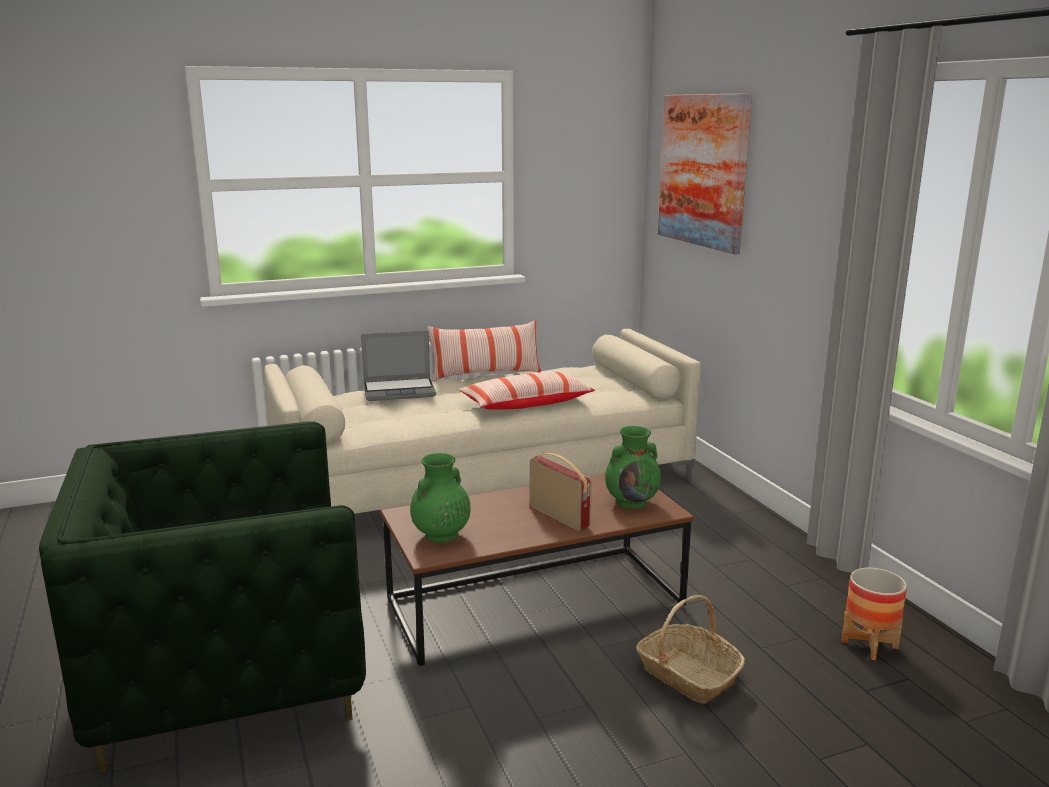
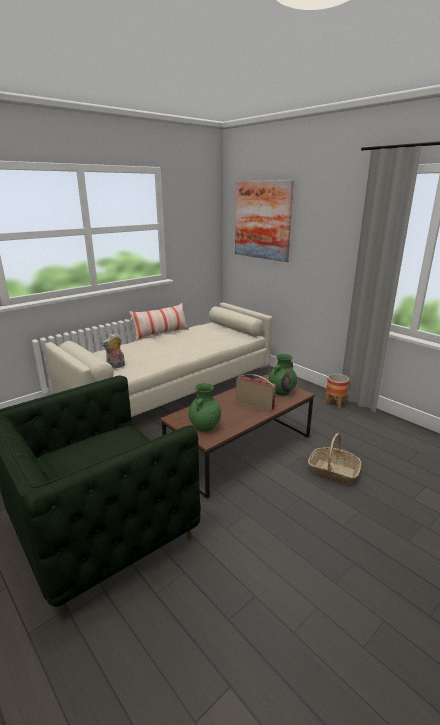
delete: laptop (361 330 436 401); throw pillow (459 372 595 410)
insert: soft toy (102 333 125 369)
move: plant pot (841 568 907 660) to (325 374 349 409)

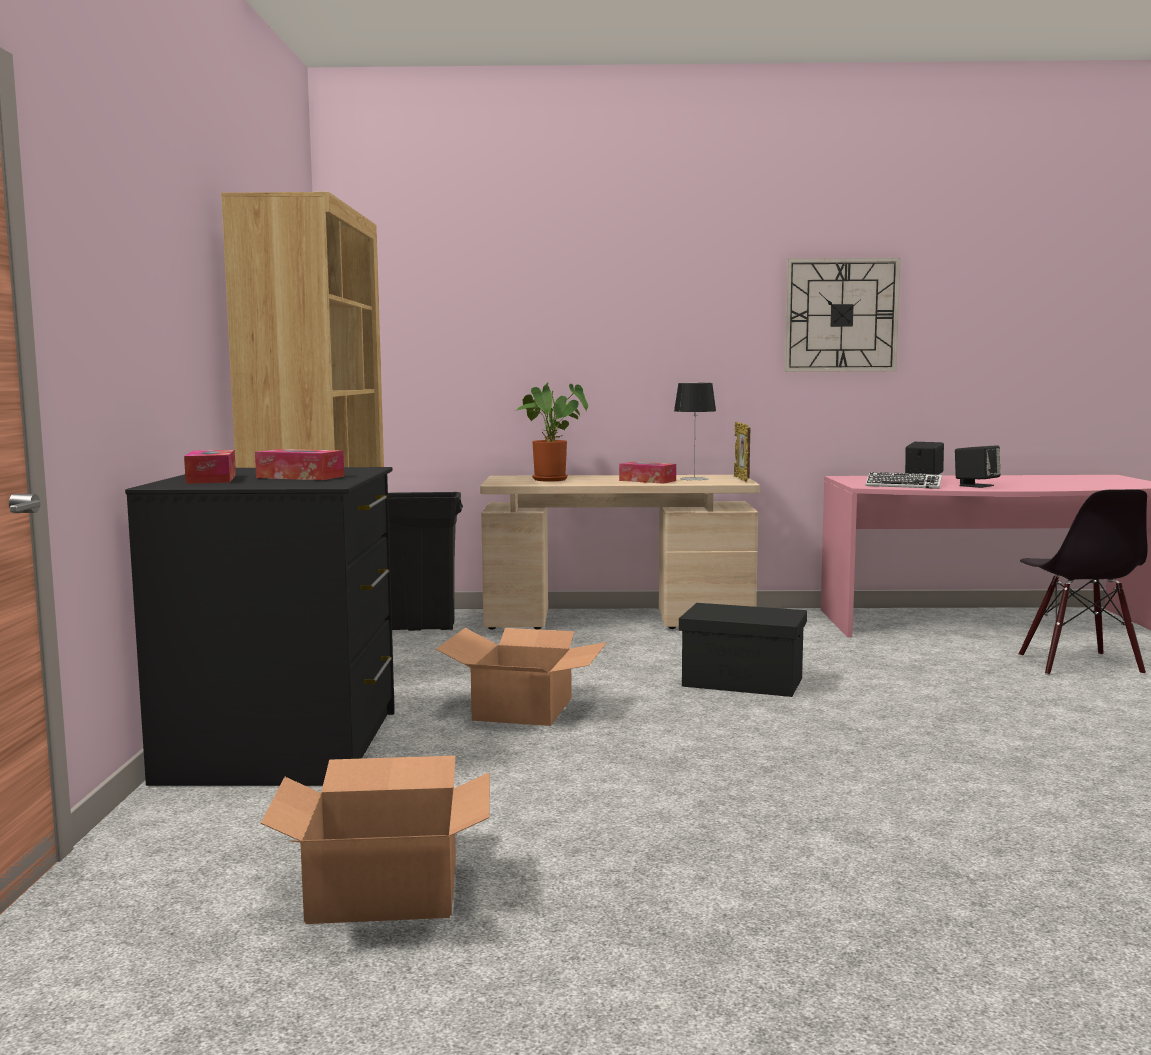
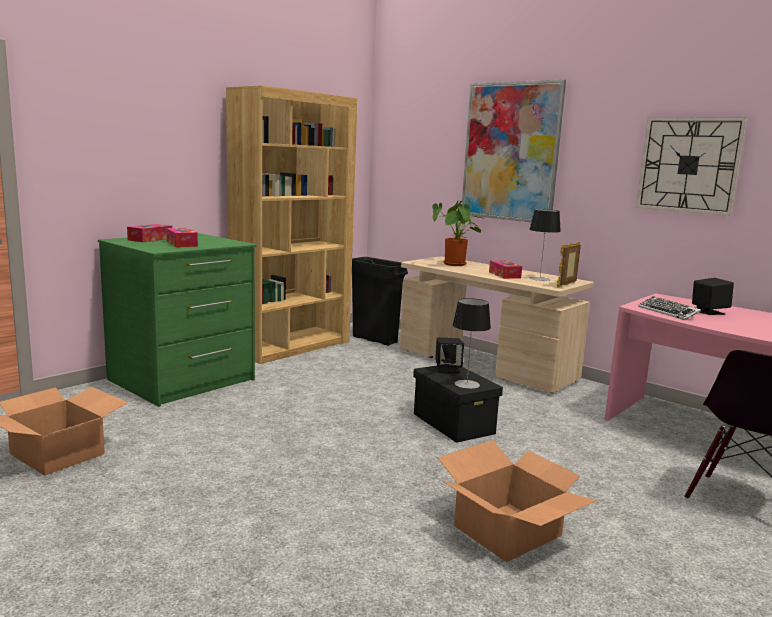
insert: wall art (462 80 566 222); tabletop lamp (453 298 491 389)
move: black speaker (955 445 1000 488) to (435 338 464 373); carton (436 628 607 726) to (438 440 597 562)
recolor: black dresser (125 467 395 786) to green dresser (98 233 257 407)

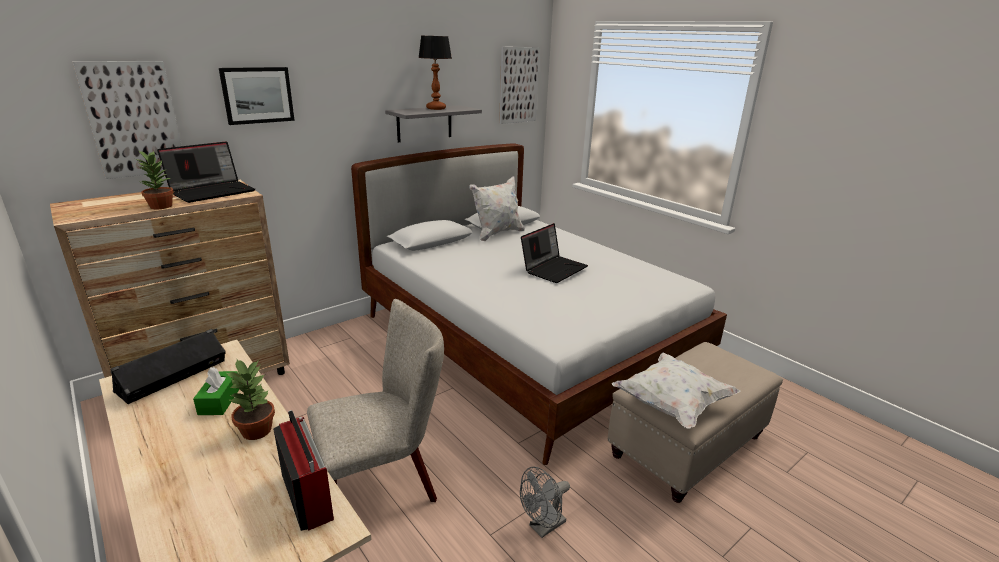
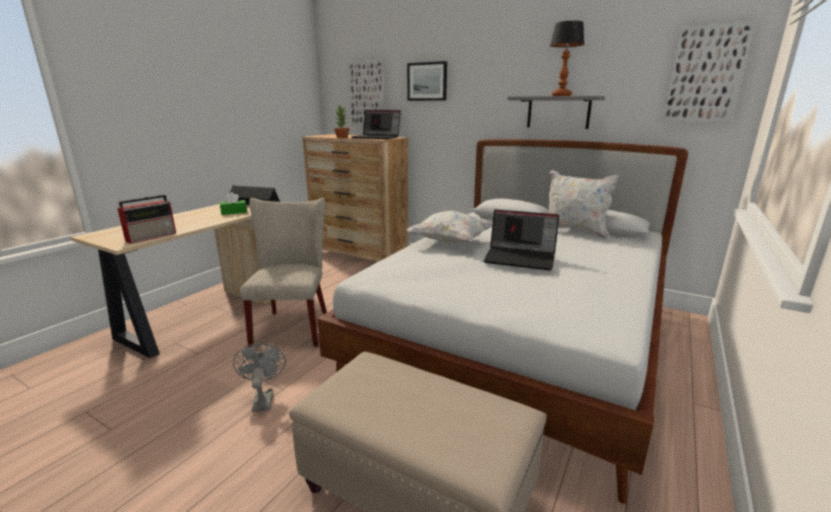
delete: plant in a pot (225 358 275 440)
move: white-coloured throw pillow (612 353 741 429) to (406 211 493 244)
rotate: sand-coloured plain chair (307 299 444 502) = (240 198 327 348) 135 degrees counterclockwise; grey electric fan (520 467 570 538) = (233 343 286 412) 45 degrees clockwise

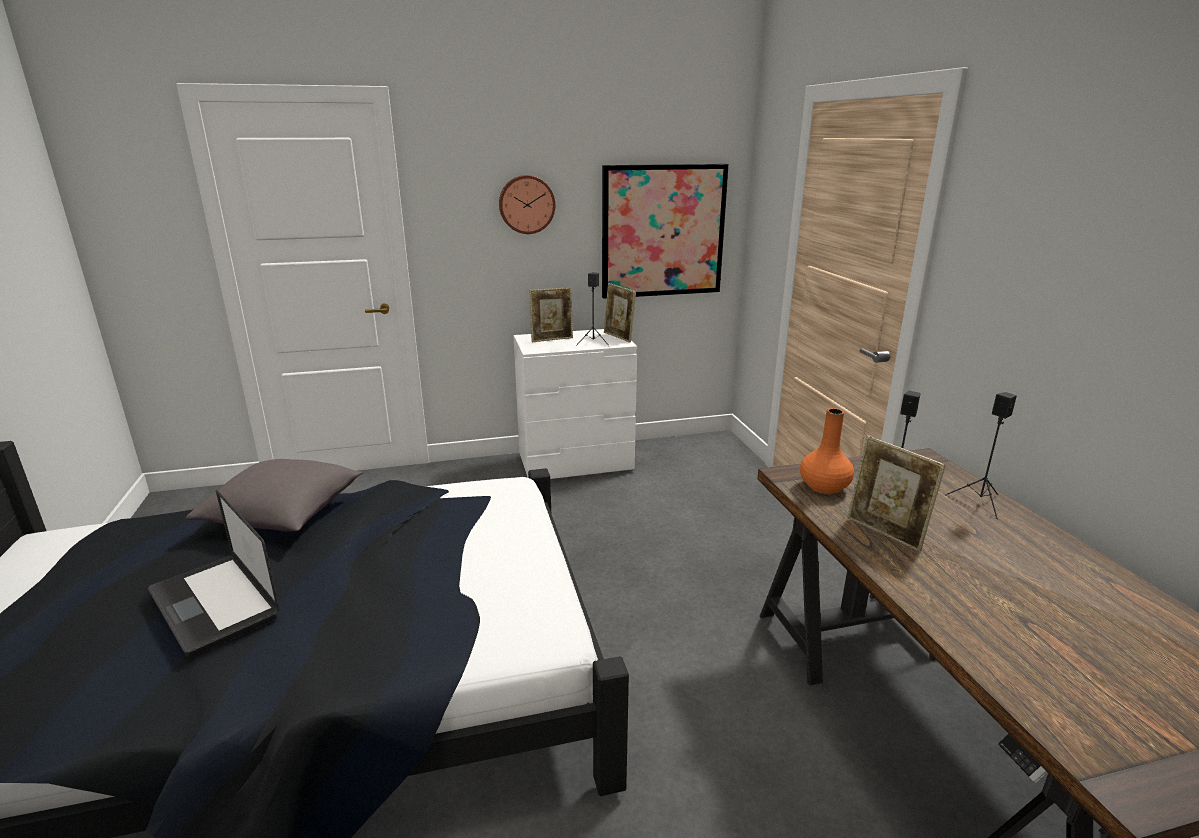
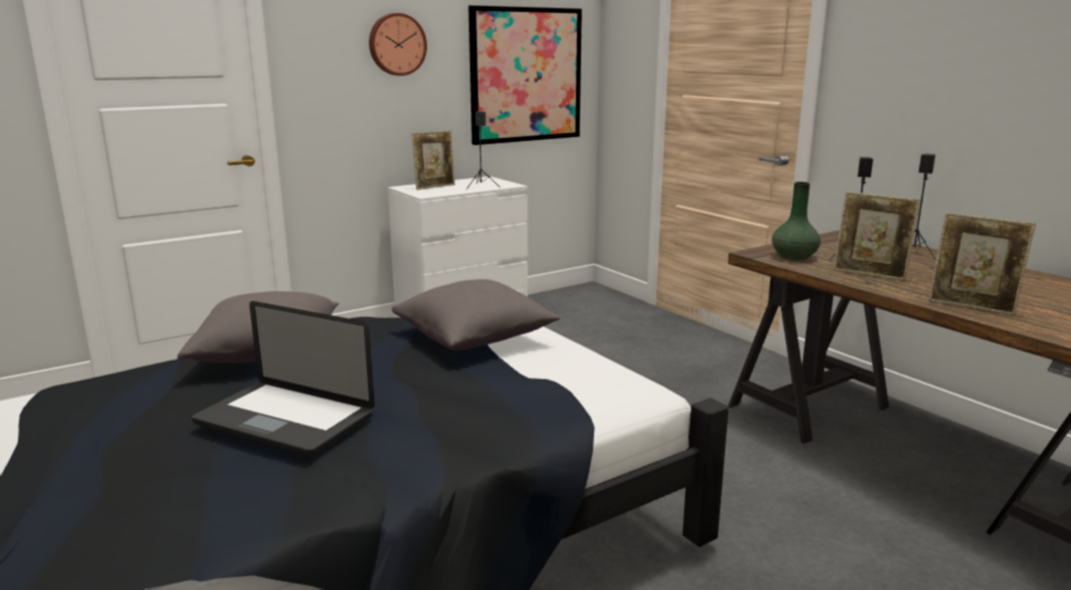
insert: grey throw pillow (392 279 560 350)
move: standing frame (604 283 636 343) to (928 212 1036 316)
recolor: orange-coloured flower vase (800 408 854 494) to green flower vase (772 182 821 260)

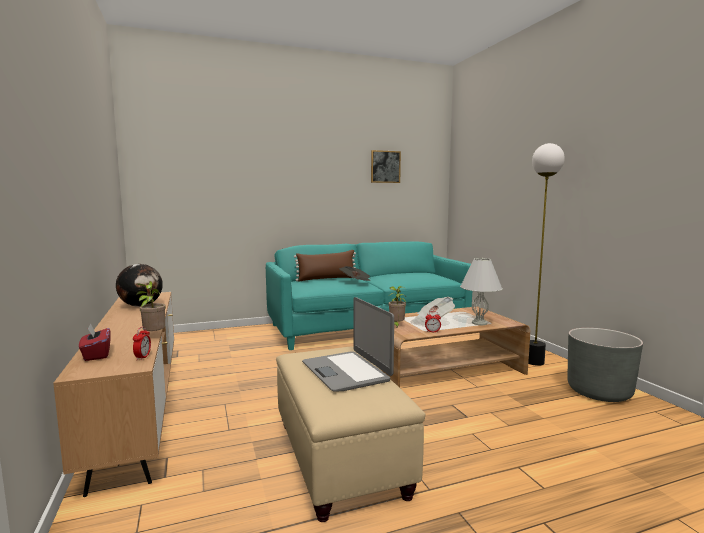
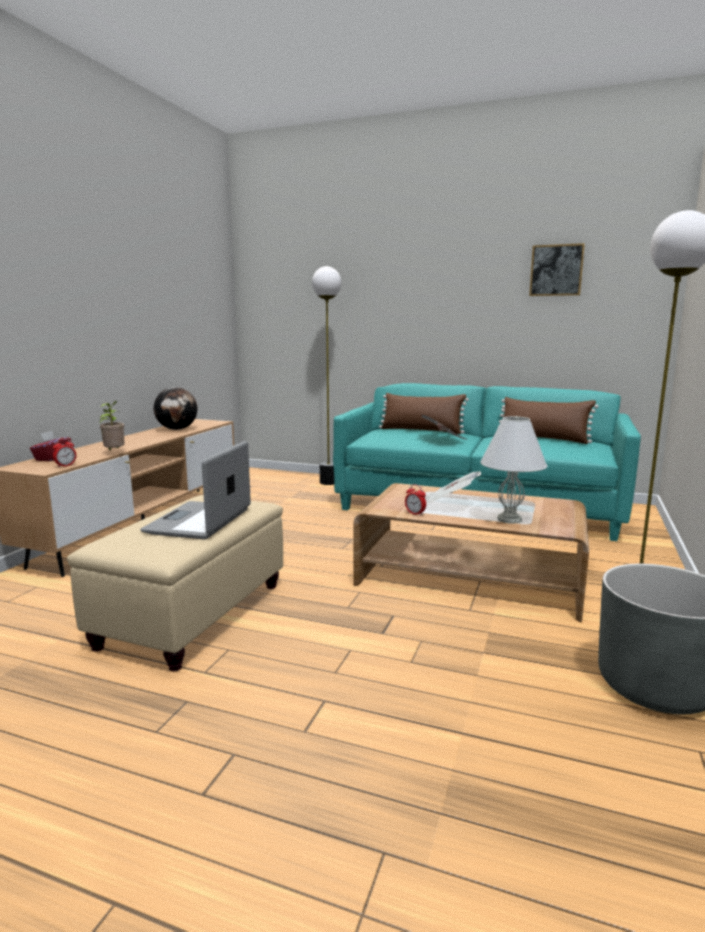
delete: plant in a pot (388 286 406 329)
insert: floor lamp (312 266 341 485); brown-coloured throw pillow (499 397 599 444)

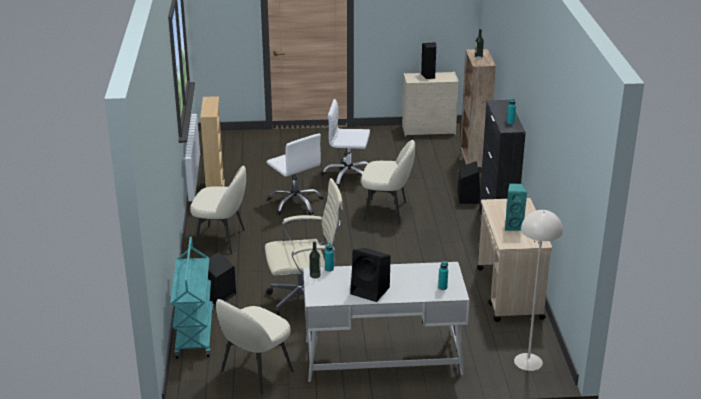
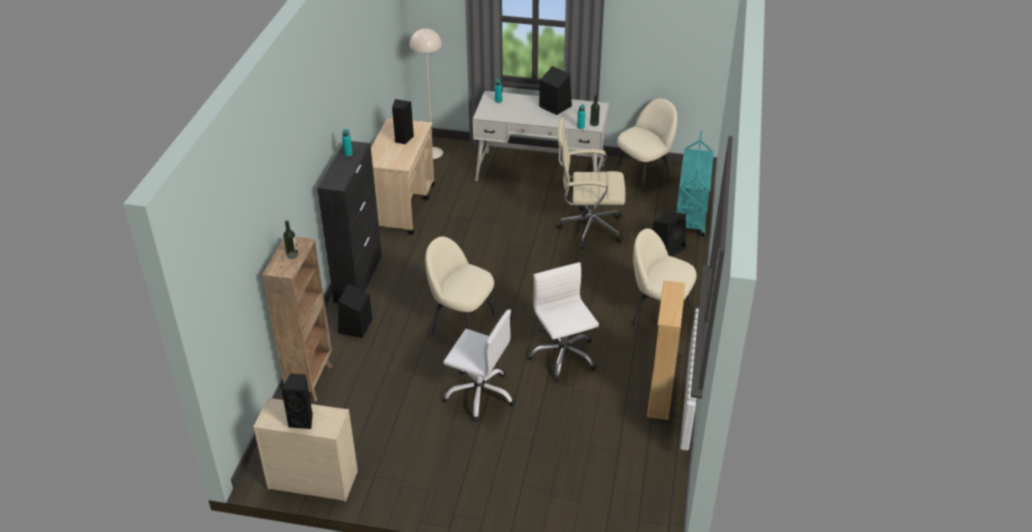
recolor: blue-green speaker (505 183 527 231) to black speaker (392 99 414 144)

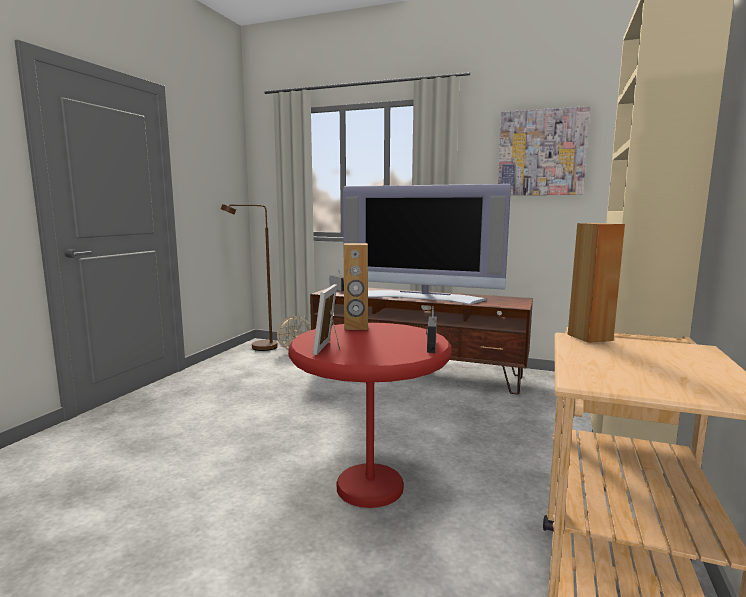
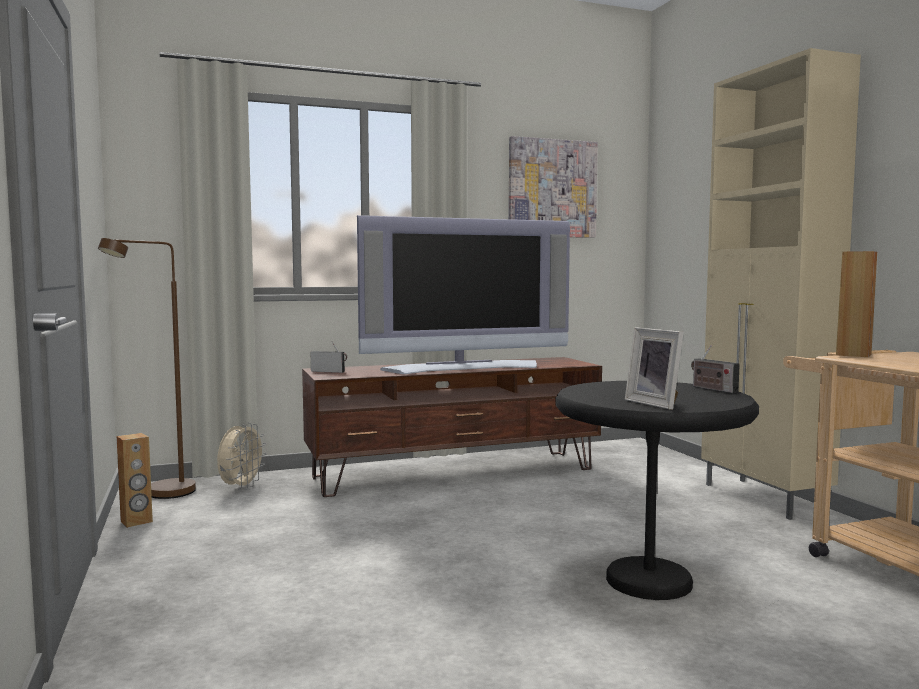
move: brown-coloured speaker (344 243 368 330) to (117 433 153 528)
recolor: reddish side table (288 323 451 508) to black side table (555 381 759 600)

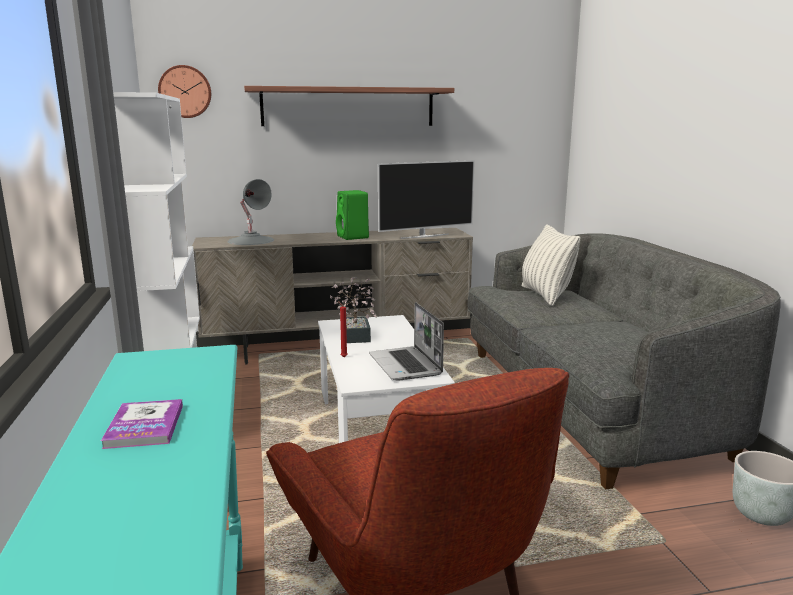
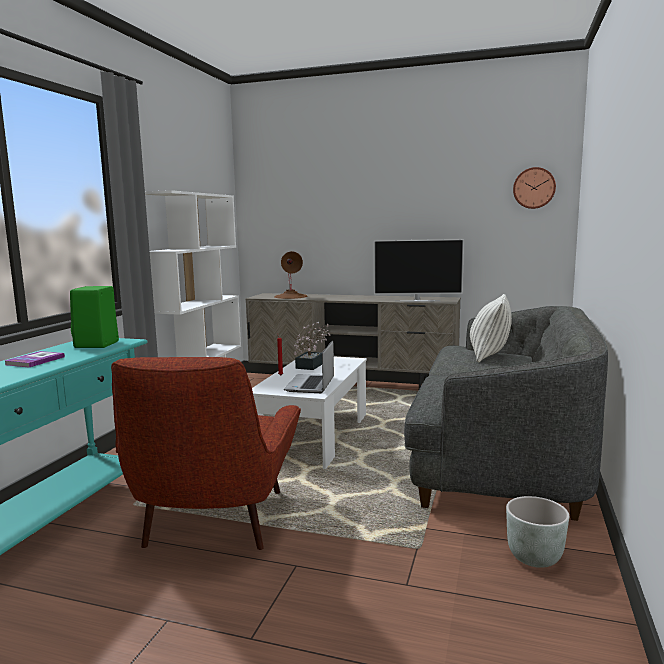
delete: bracket shelf (244 86 454 126)
move: clock on the wall (158 65 211 118) to (513 167 556 209); green speaker (336 190 369 240) to (70 286 119 348)
recolor: grey tabletop lamp (228 179 274 245) to brown-coloured tabletop lamp (274 251 307 299)

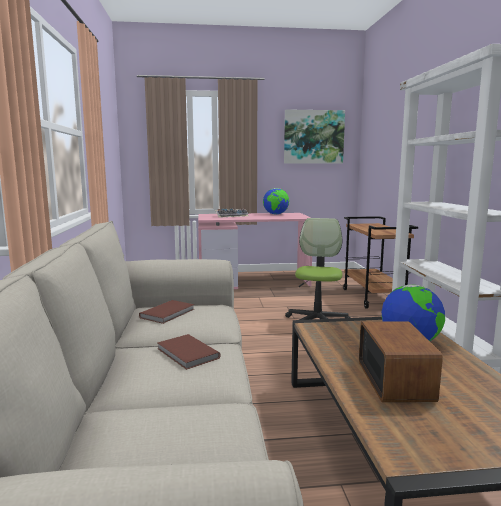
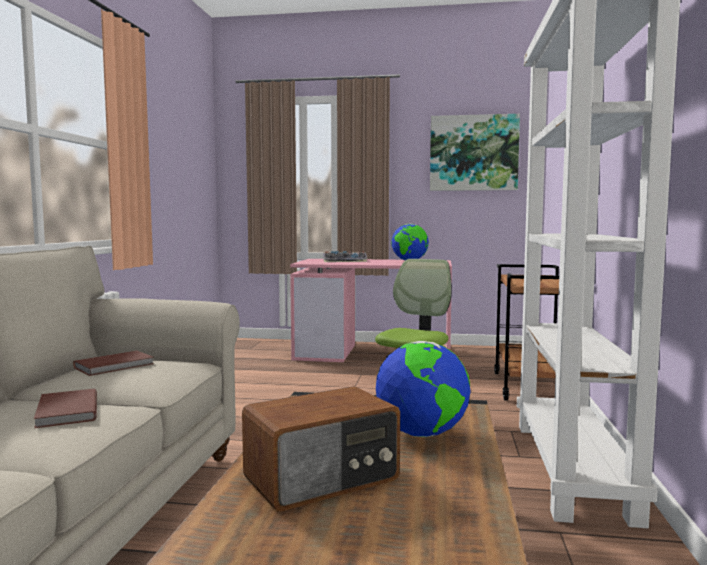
rotate: radio set (359 321 443 402) = (242 386 400 511) 45 degrees clockwise

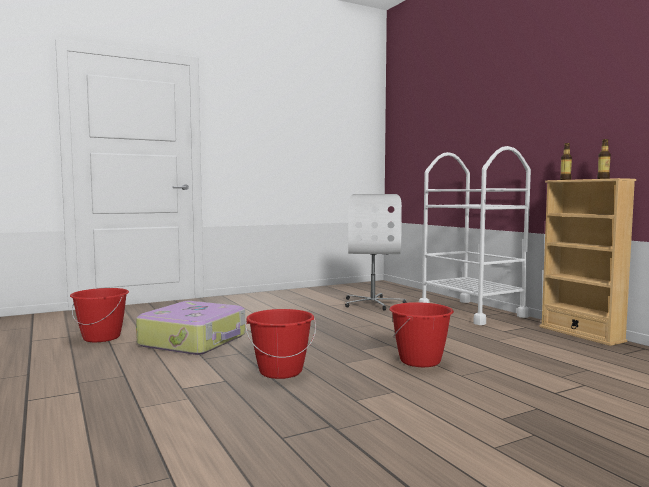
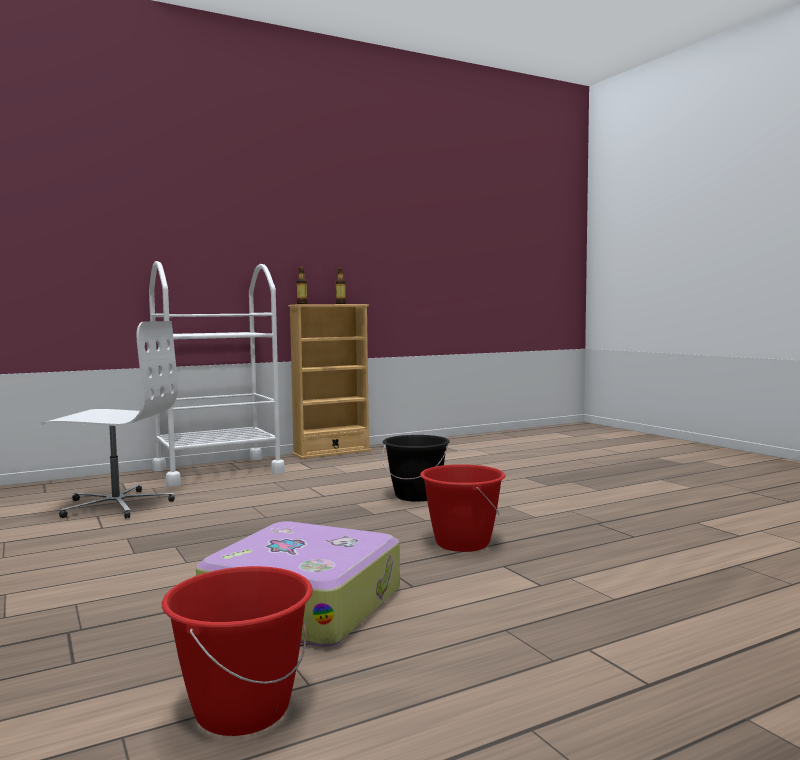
recolor: reddish water bucket (389 302 454 367) to black water bucket (382 435 450 502)

